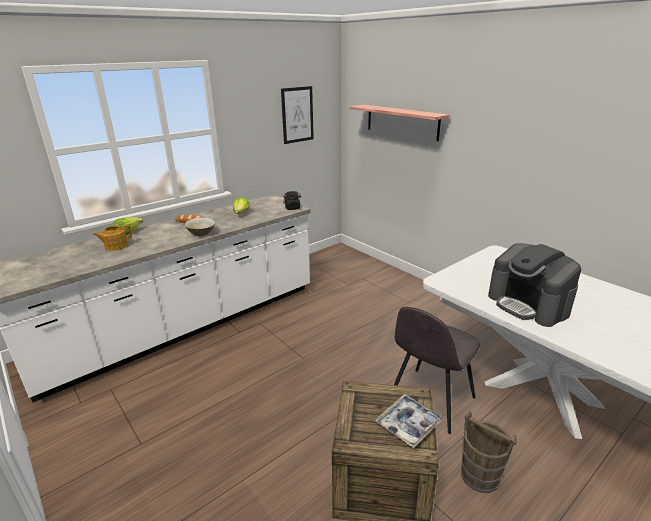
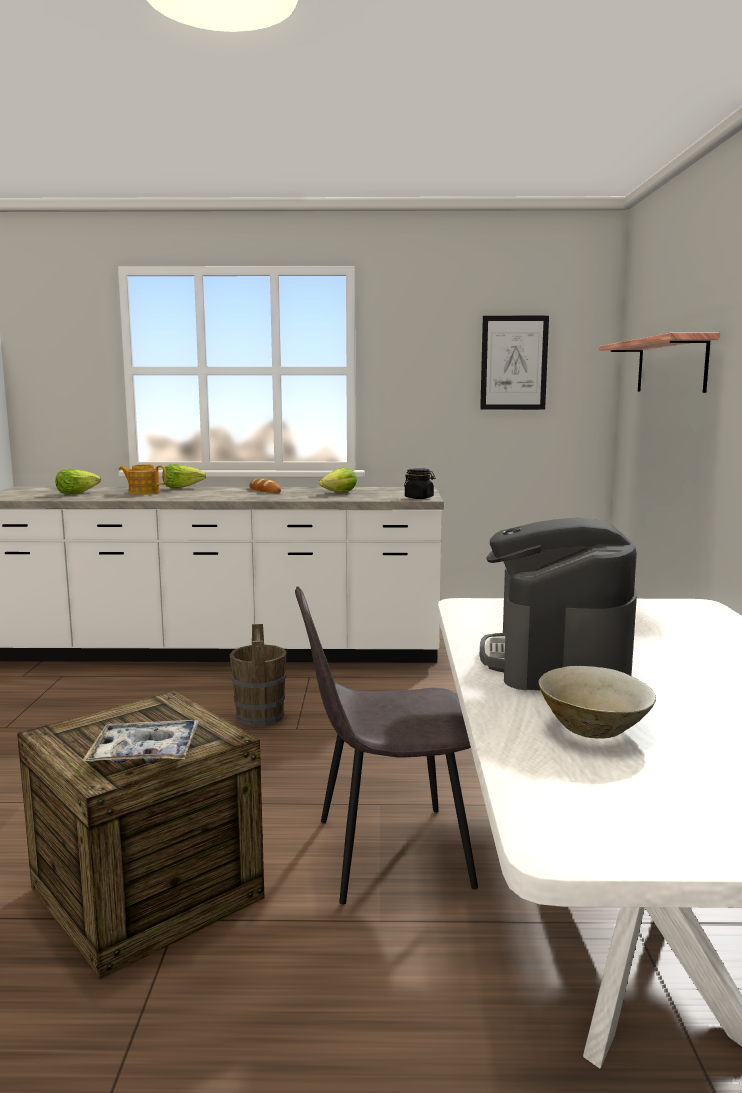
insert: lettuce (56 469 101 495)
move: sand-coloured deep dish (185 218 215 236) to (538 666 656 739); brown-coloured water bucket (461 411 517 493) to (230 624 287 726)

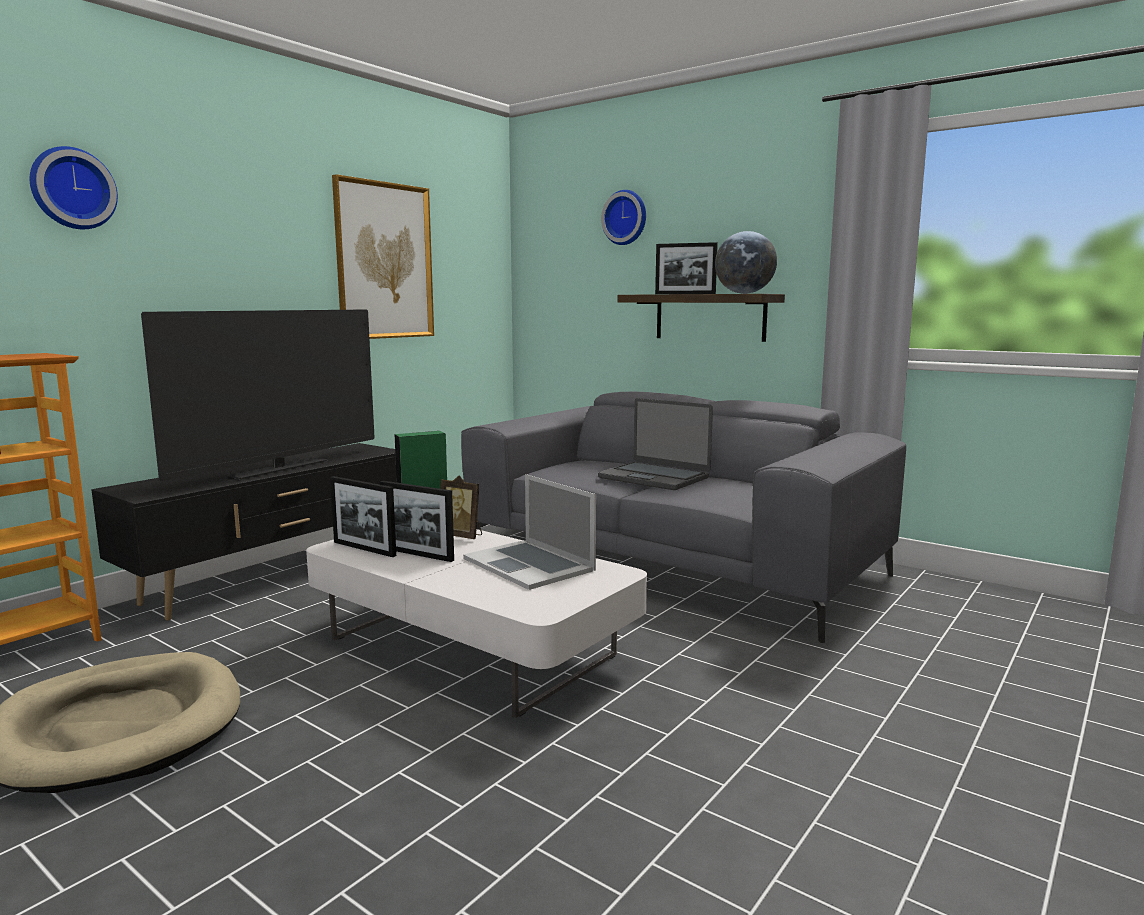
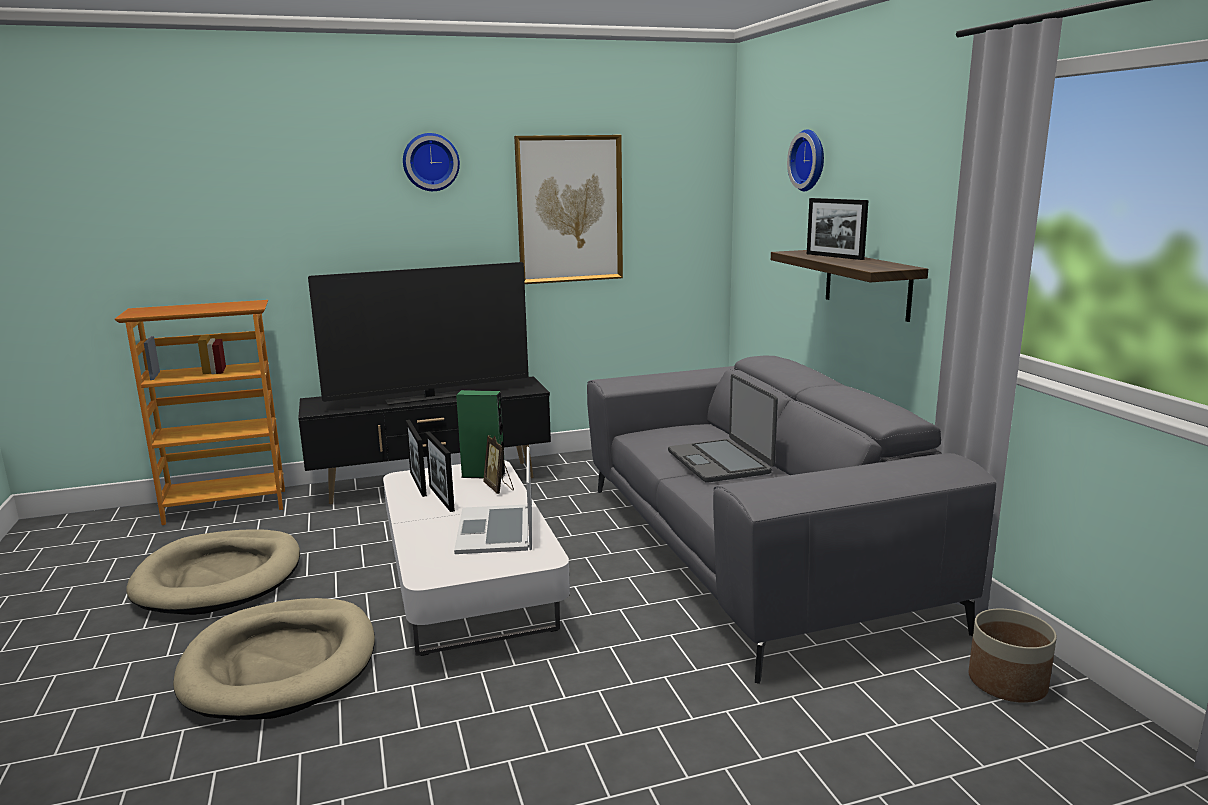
delete: world globe (715 231 777 294)
insert: sand-coloured dog cushion (173 598 375 720); plant pot (969 609 1057 703)
move: clock on the wall (30 146 118 229) to (403 133 460 191)

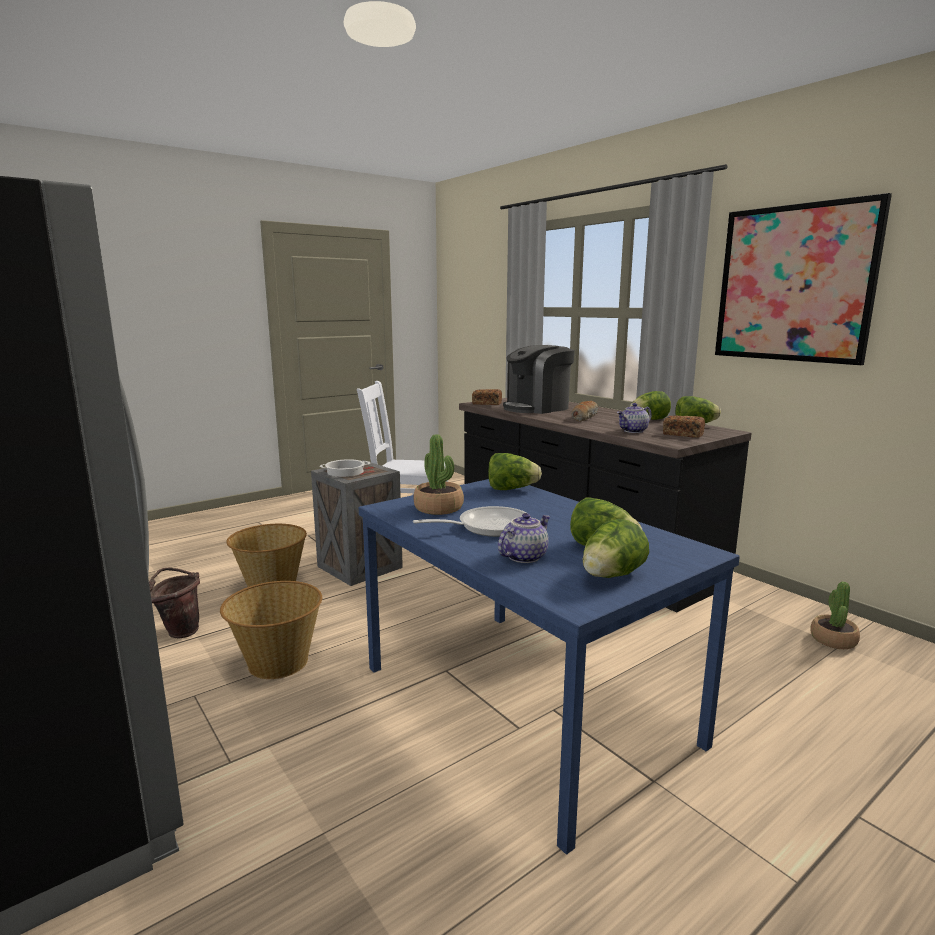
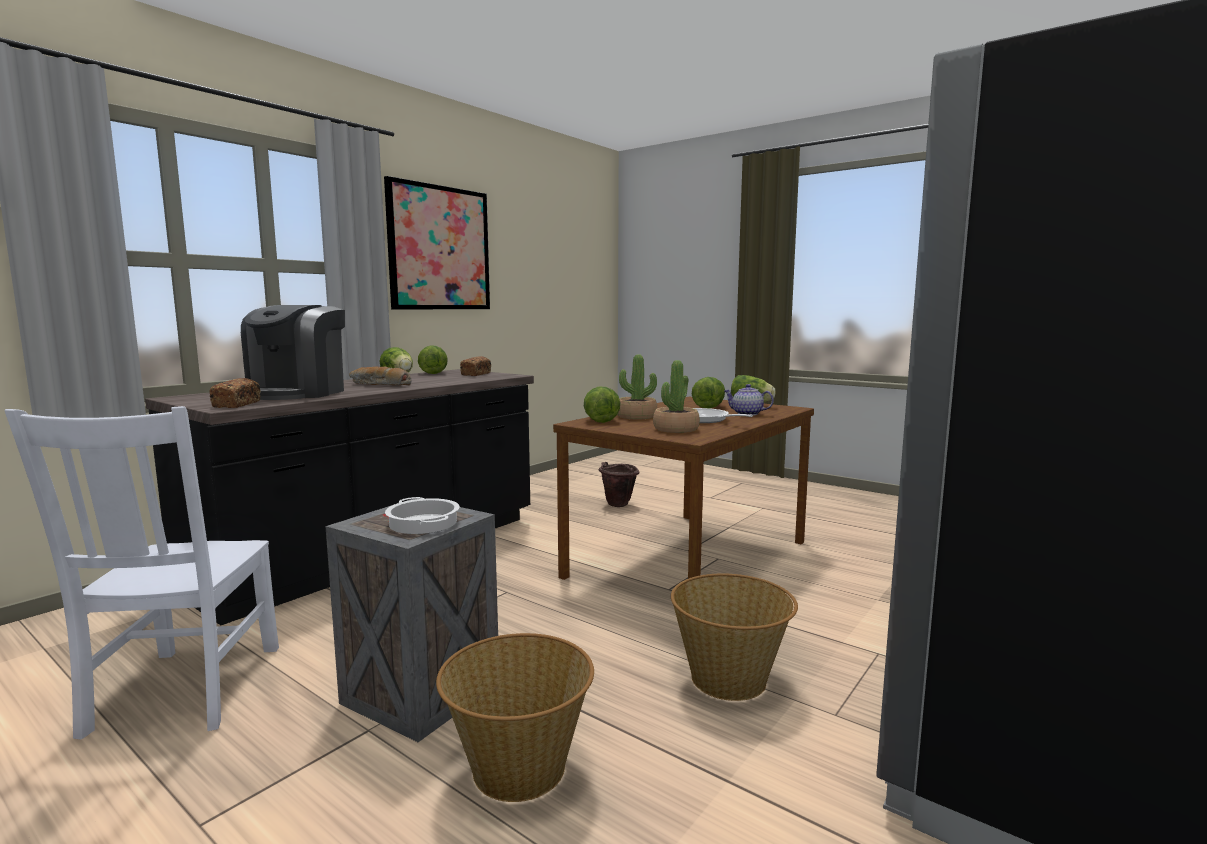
delete: tea pot (617 403 652 433)
move: brown-coloured water bucket (149 567 200 639) to (599 462 640 507); plant in a pot (811 582 860 649) to (617 355 657 419)
recolor: bluish dinner table (359 479 740 855) to brown-coloured dinner table (553 397 814 580)
rotate: coffee maker (503 345 575 414) = (241 305 345 400) 60 degrees clockwise

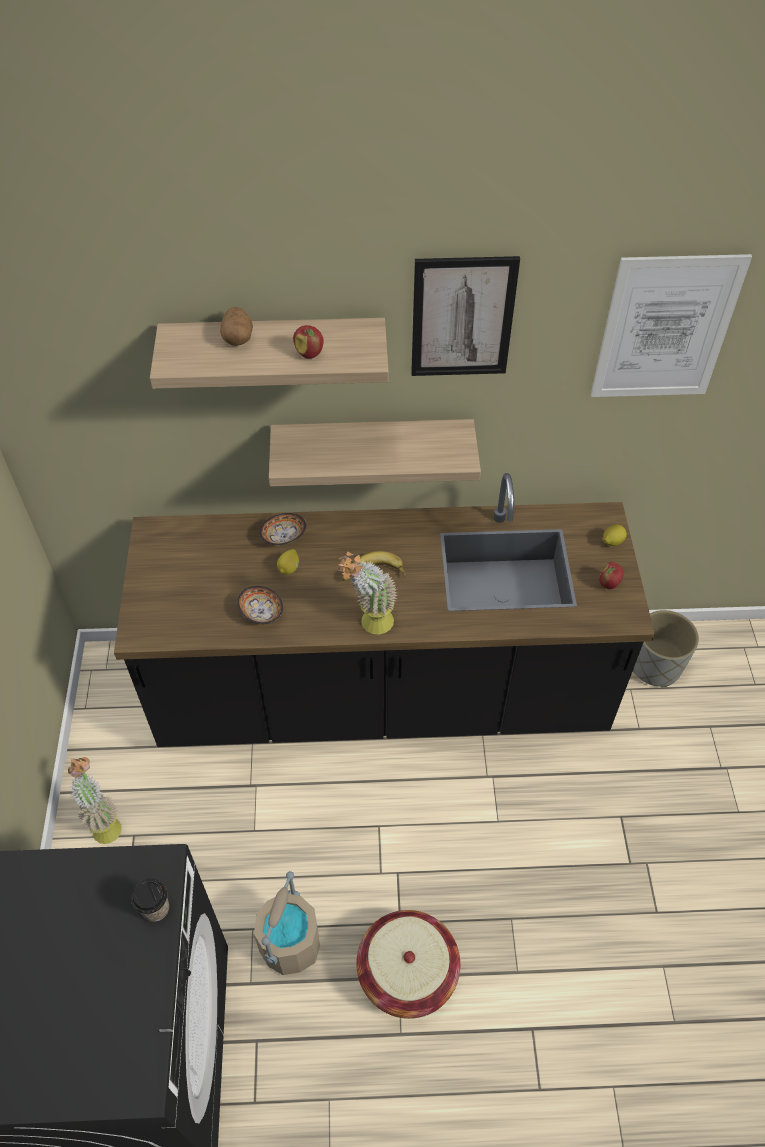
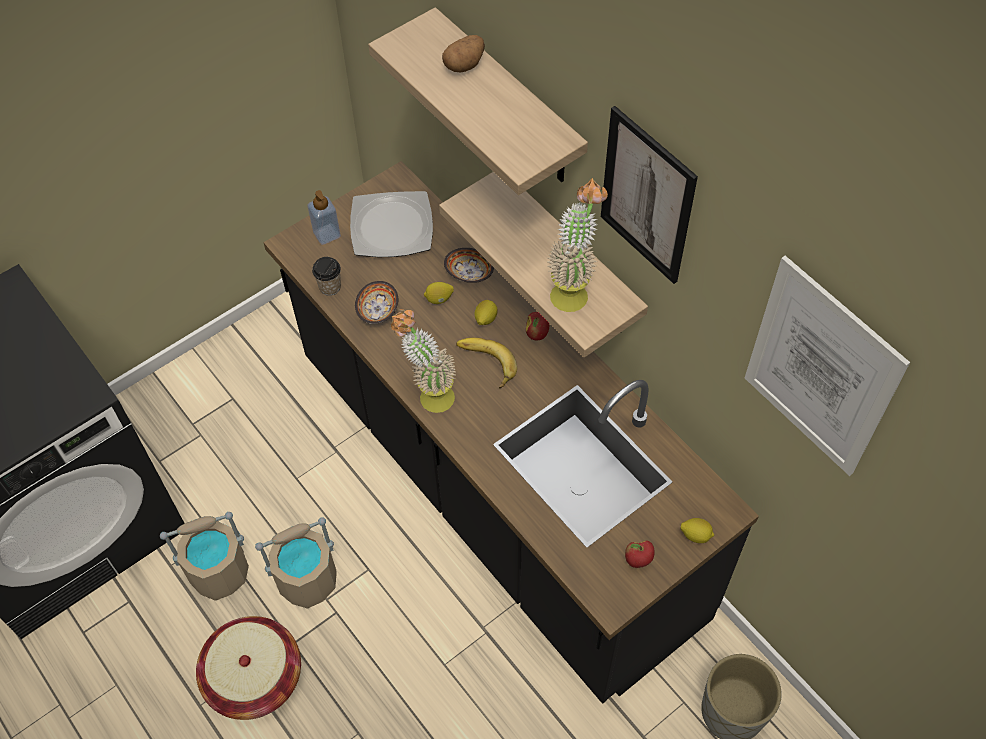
insert: liquid soap bottle (308 190 341 245); plate (350 191 433 257); whole lemon (474 300 497 325); sand-coloured water bucket (255 517 337 609)
move: whole apple (293 325 324 359) to (526 312 549 340); plant in a pot (68 757 122 844) to (546 178 608 312); cup (131 878 169 922) to (312 257 341 296)

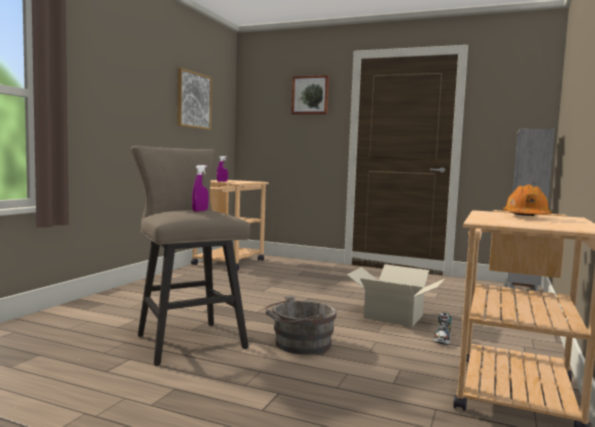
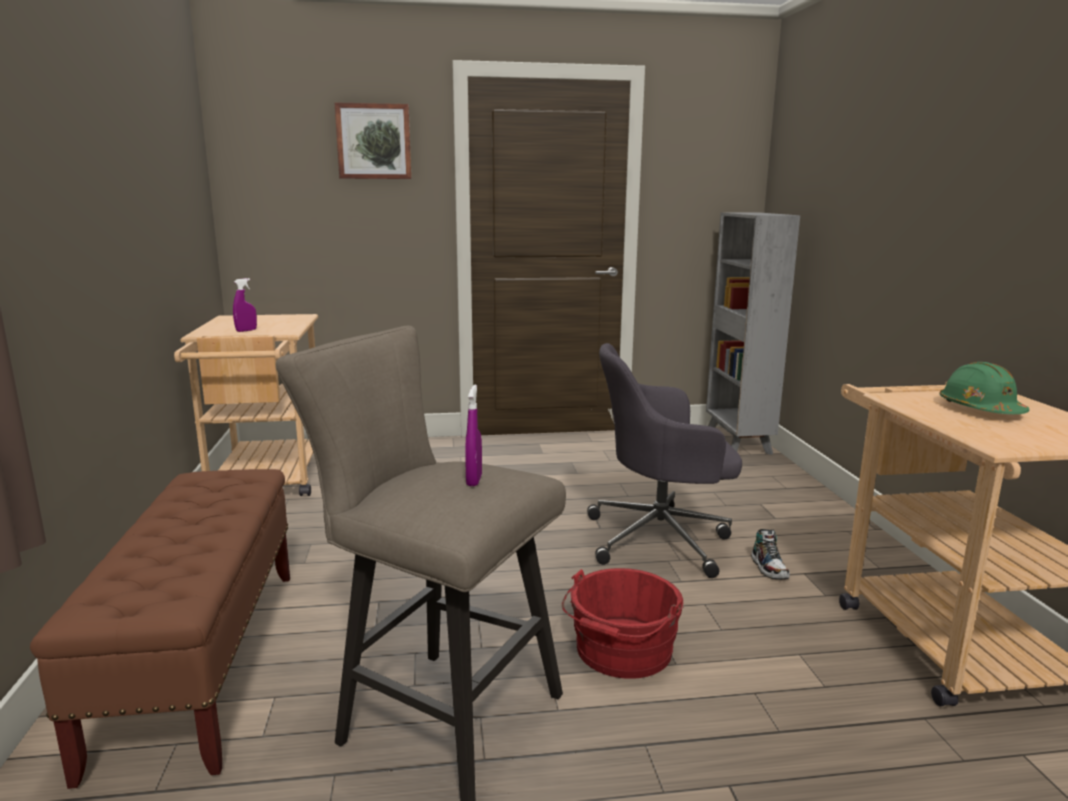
delete: wall art (177 68 212 130)
insert: brown-coloured bench (30 469 290 789)
replace: carton (347 264 445 327) to grey computer chair (587 343 742 578)
recolor: orange-coloured work helmet (503 184 551 216) to green work helmet (939 362 1029 414); grey water bucket (266 296 337 355) to reddish water bucket (562 568 683 679)

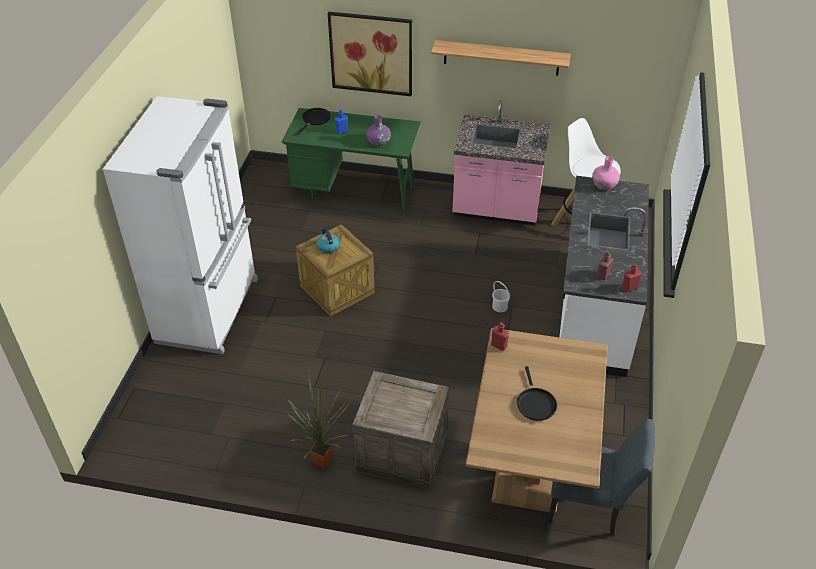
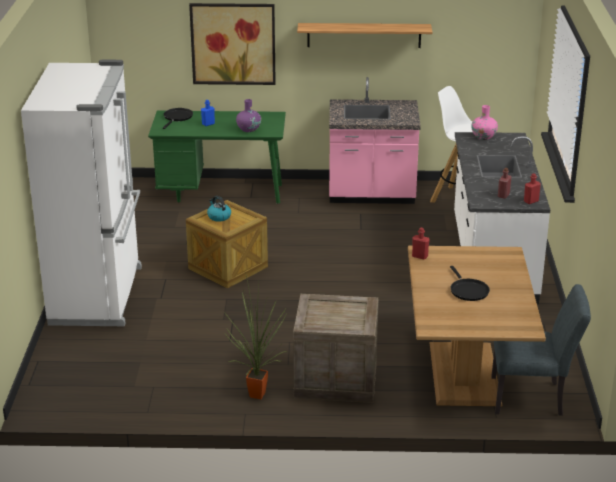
delete: white-coloured water bucket (492 281 510 312)

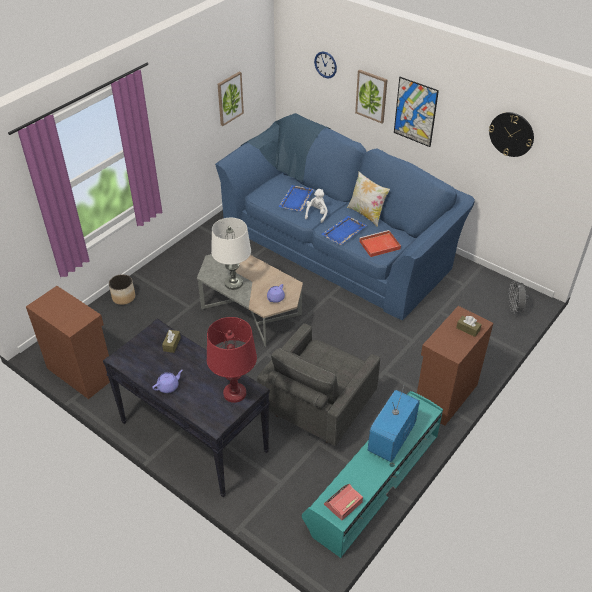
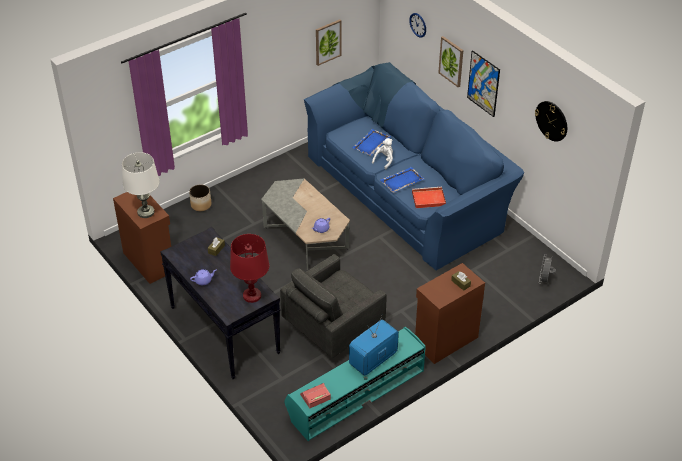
delete: throw pillow (347 172 390 227)
move: white-coloured tabletop lamp (211 218 251 290) to (122 152 159 218)

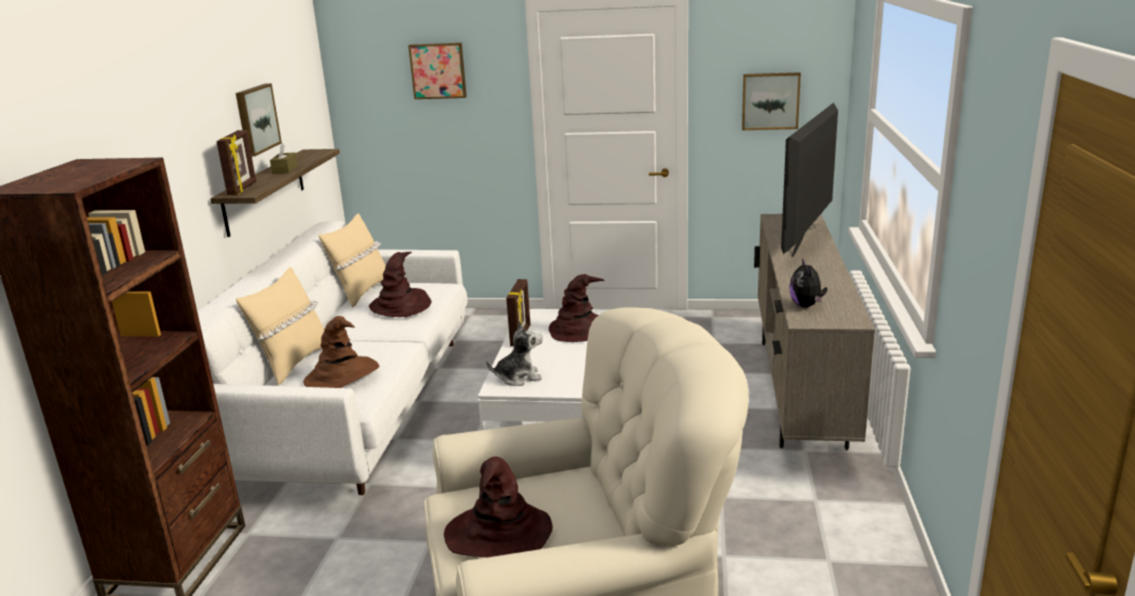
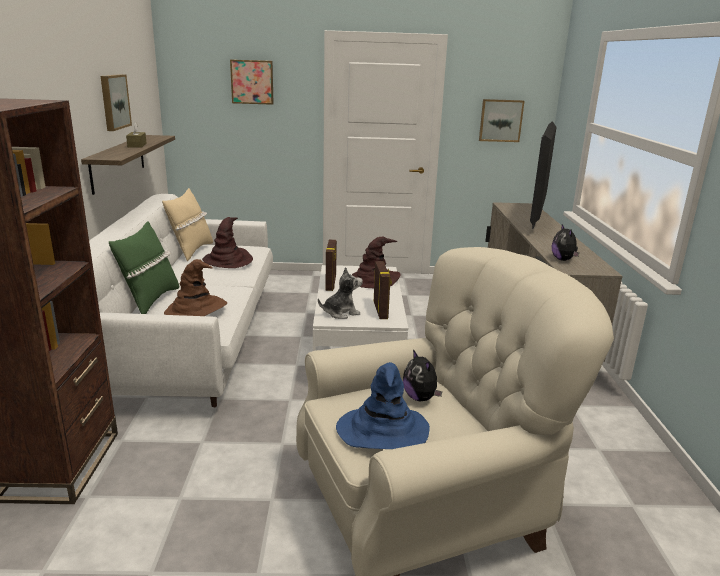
insert: soft toy (403 349 442 401)
move: standing frame (216 130 256 195) to (374 261 392 319)
recolor: sand-coloured throw pillow (236 267 324 385) to green throw pillow (109 221 179 314); brown-coloured hat (444 456 553 557) to bluish hat (336 362 430 449)

